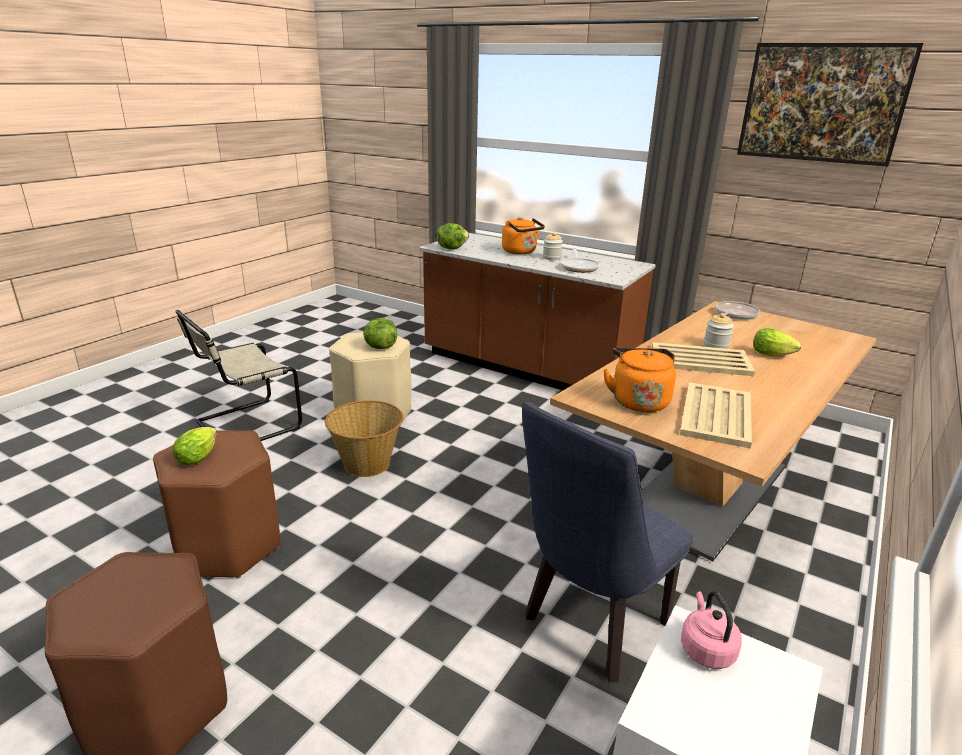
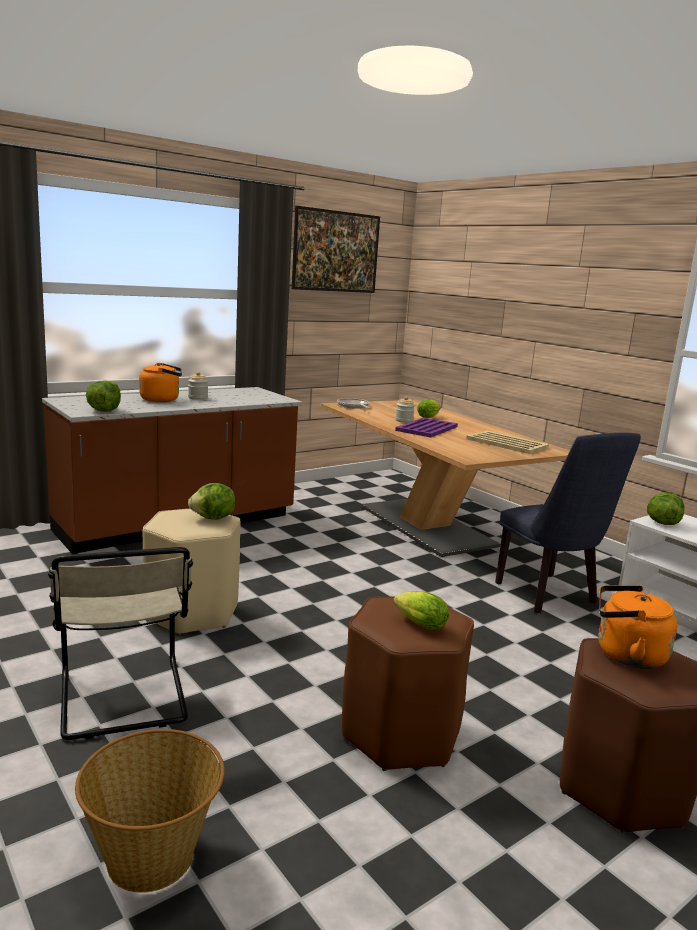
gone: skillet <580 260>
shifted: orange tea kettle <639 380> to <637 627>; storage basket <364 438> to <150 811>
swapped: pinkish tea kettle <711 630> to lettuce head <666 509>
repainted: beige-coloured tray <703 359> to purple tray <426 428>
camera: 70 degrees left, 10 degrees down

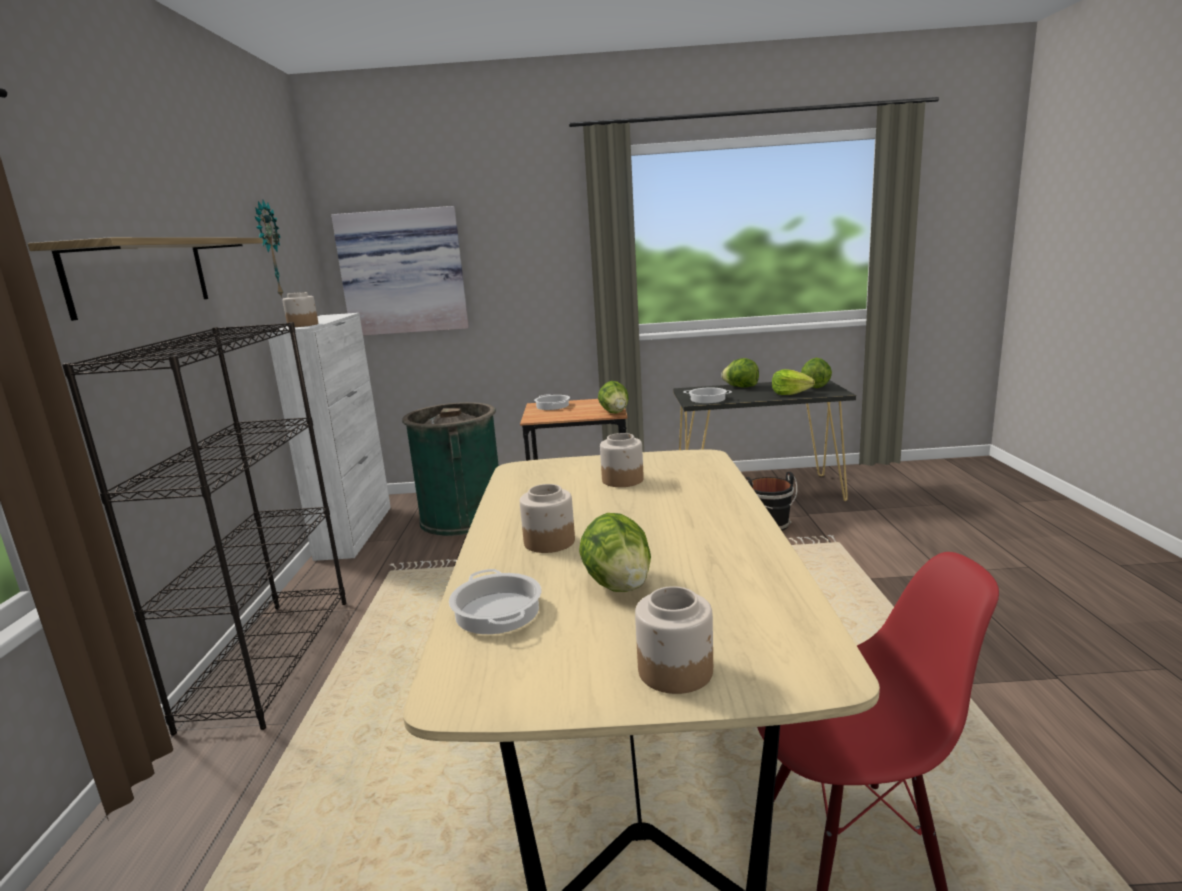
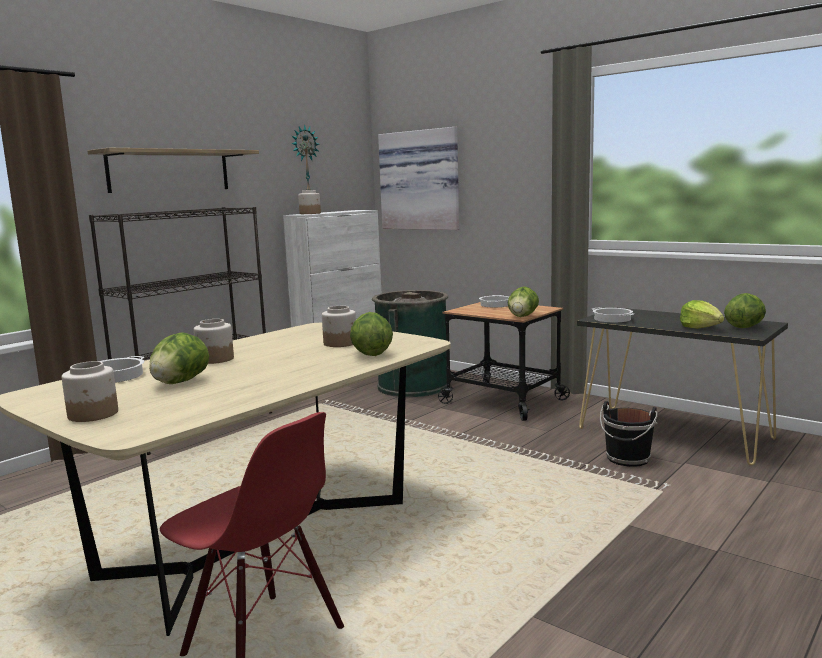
shifted: lettuce head <740 373> to <371 334>
camera: 40 degrees right, 5 degrees down

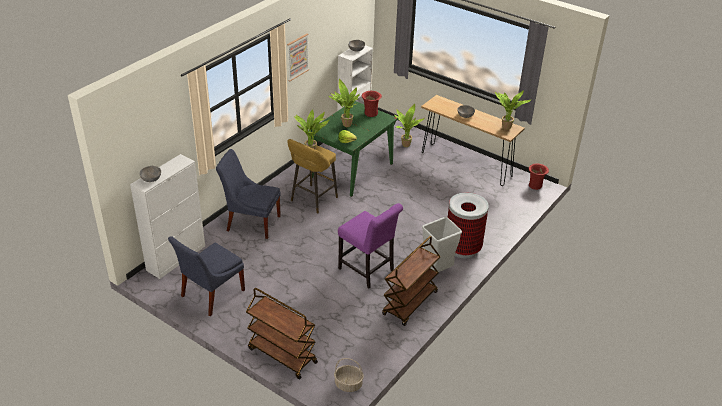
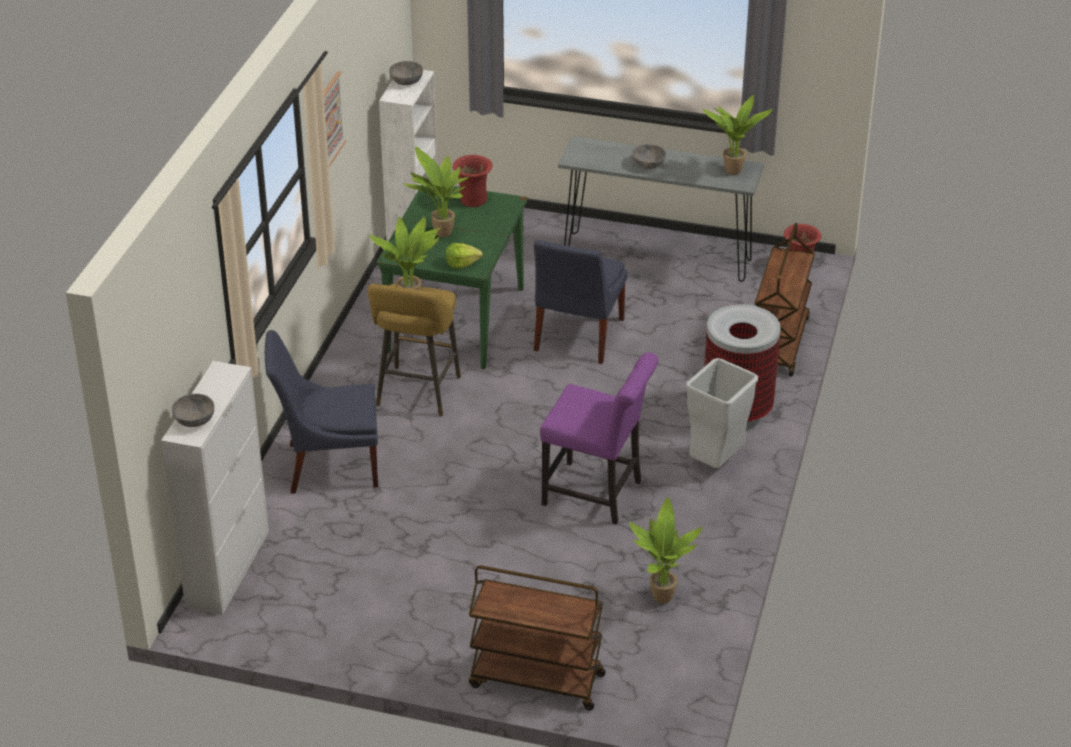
gone: storage basket <349 375>
shifted: potted plant <409 125> to <665 550>; blue upright chair <206 276> to <581 302>; brownish cart <411 281> to <785 300>
repainted: brownish narrow table <473 140> to greyish narrow table <661 209>
camera: 20 degrees left, 0 degrees up

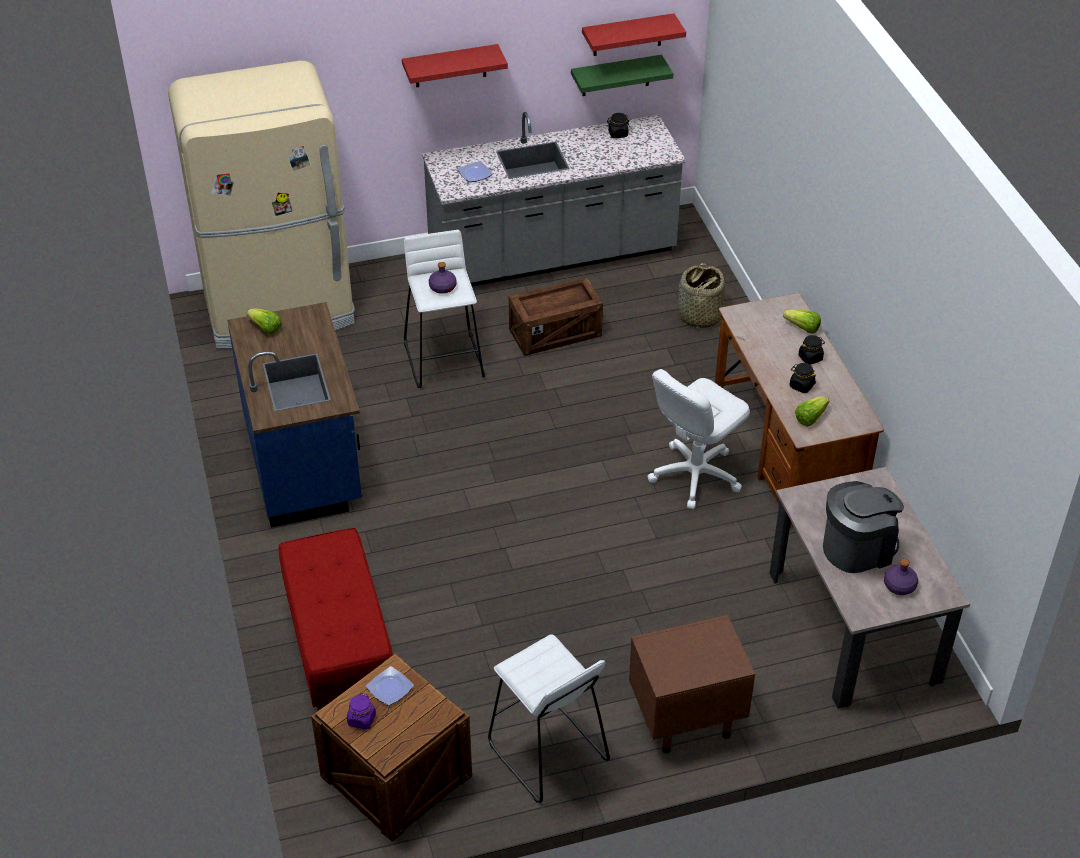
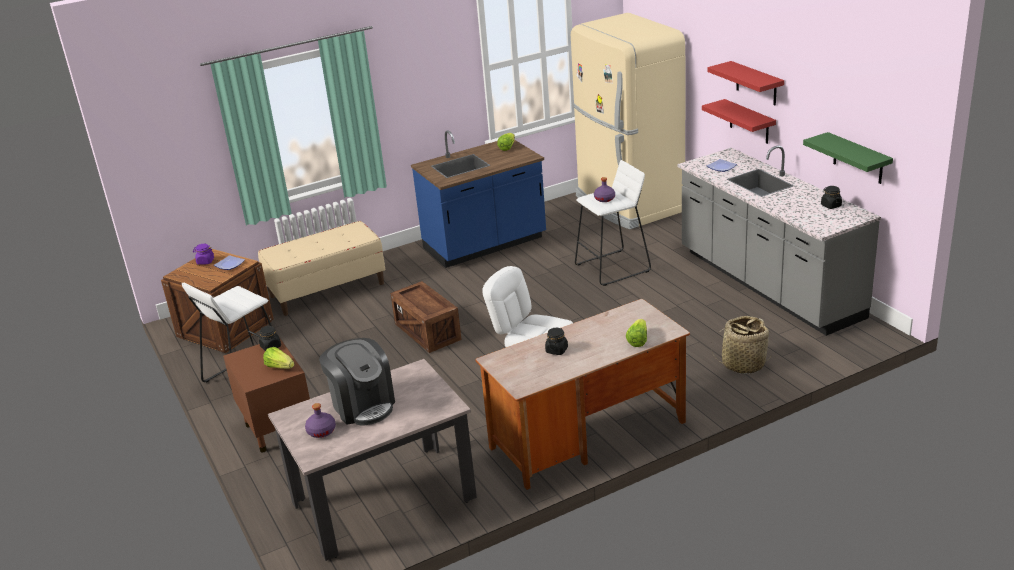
shifted: red wall shelf <634 34> to <739 121>; crate <556 316> to <426 317>; blackish preserve jar <811 350> to <270 338>; lettuce head <812 411> to <278 358>
repainted: red bench <336 619> to beige-coloured bench <321 268>
camera: 80 degrees right, 15 degrees down

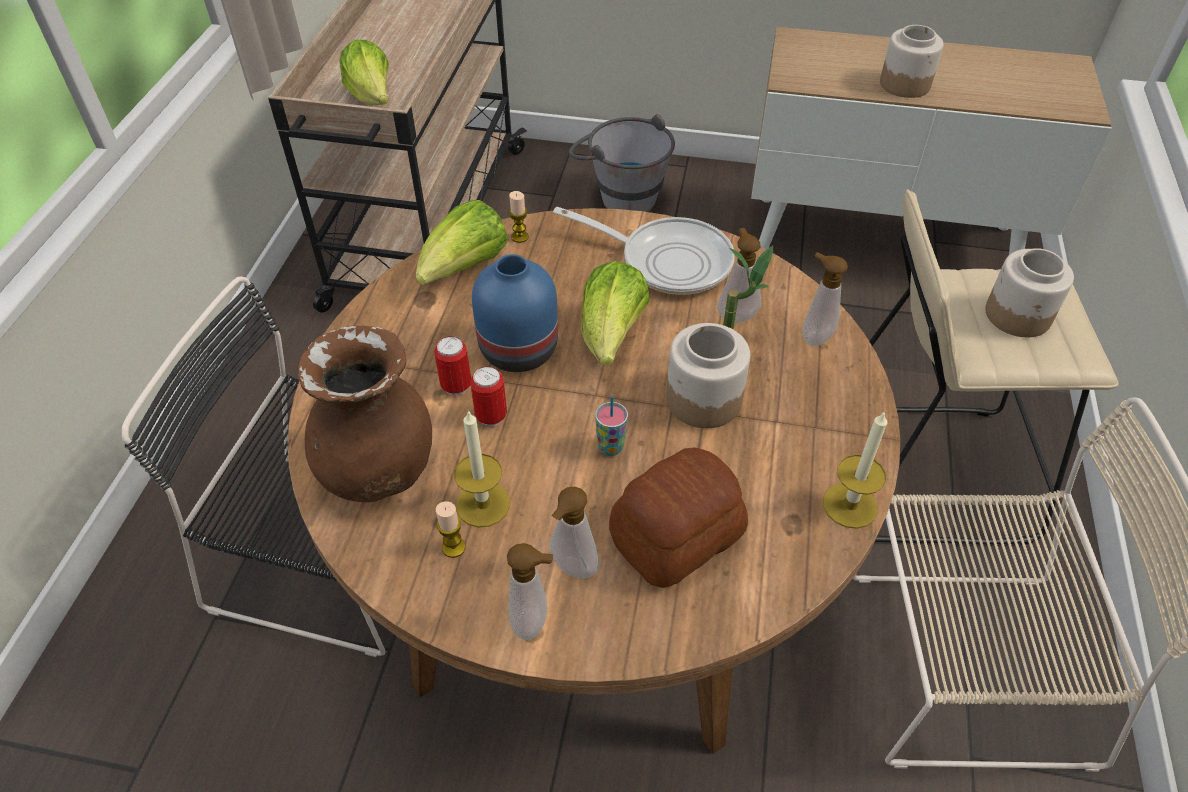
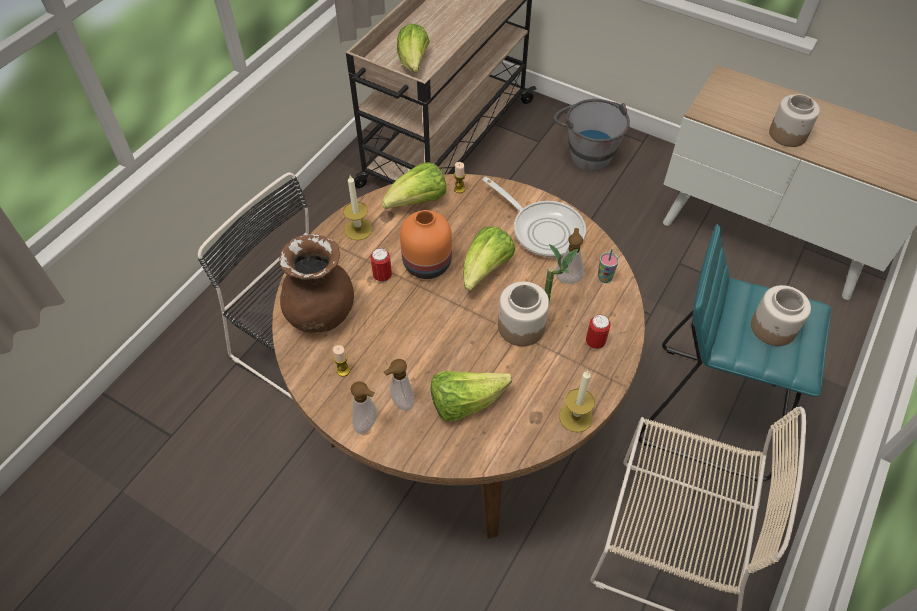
gone: soap bottle <825 299>
shifted: metal can <488 396> to <598 332>; cup <611 426> to <608 266>; candle <482 468> to <358 208>
swapped: bakery bread <678 518> to lettuce head <471 396>
repainted: beige-coloured sitting stool <994 367> to blue-green sitting stool <735 353>; blue vase <515 313> to orange vase <426 244>
camera: 20 degrees right, 5 degrees up

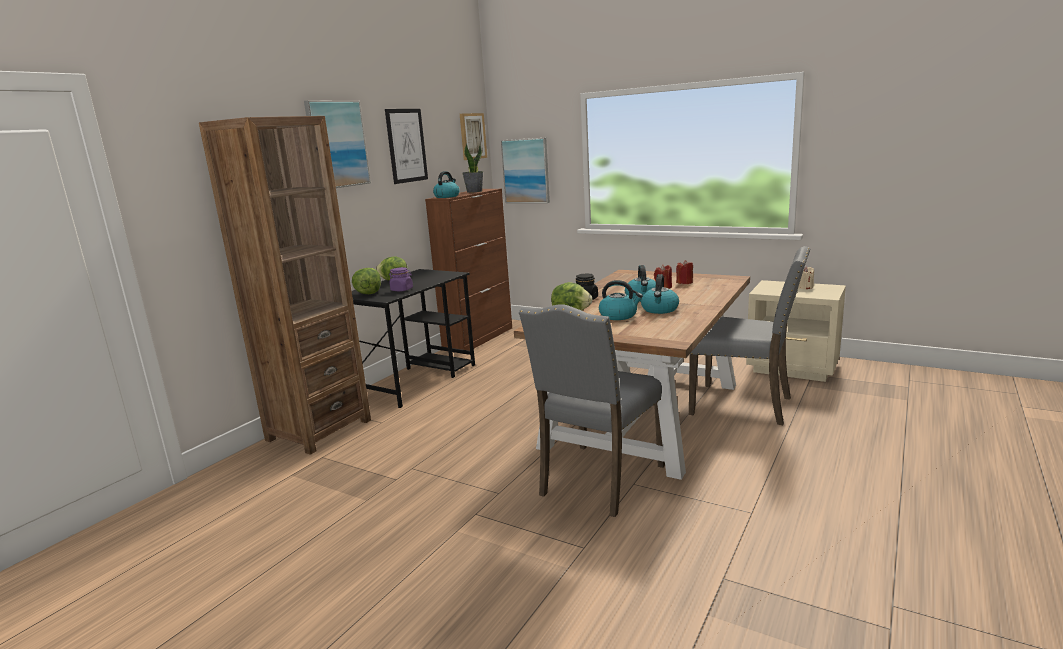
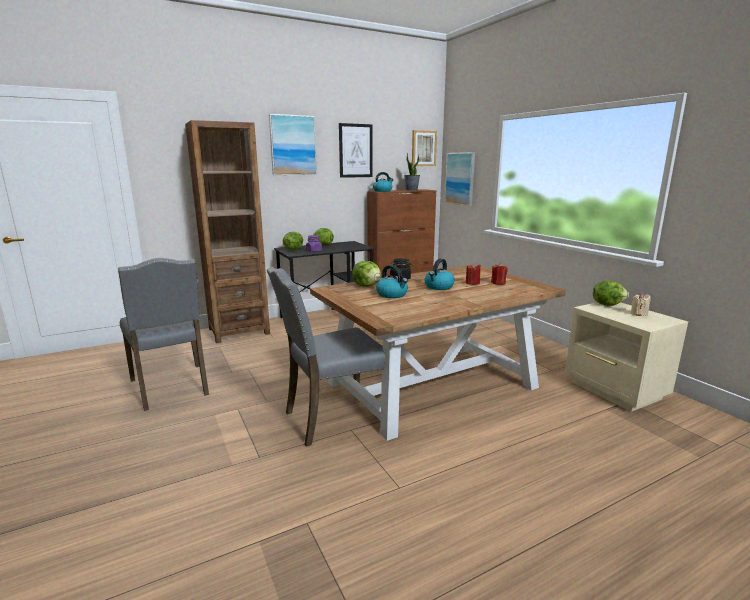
gone: tea kettle <660 294>
new: lettuce head <611 293>
shifted: greyish upright chair <749 335> to <163 334>
camera: 30 degrees right, 0 degrees up

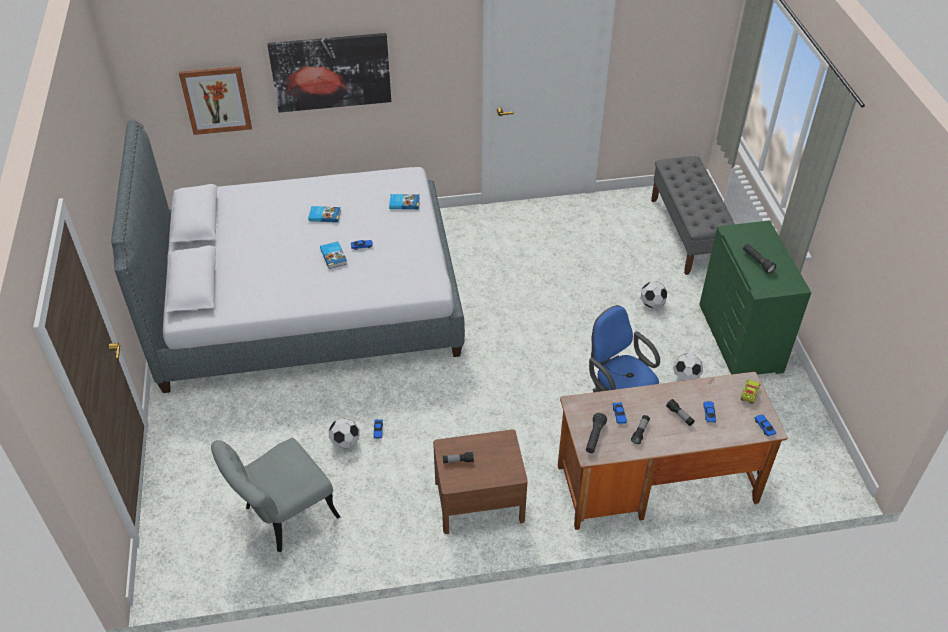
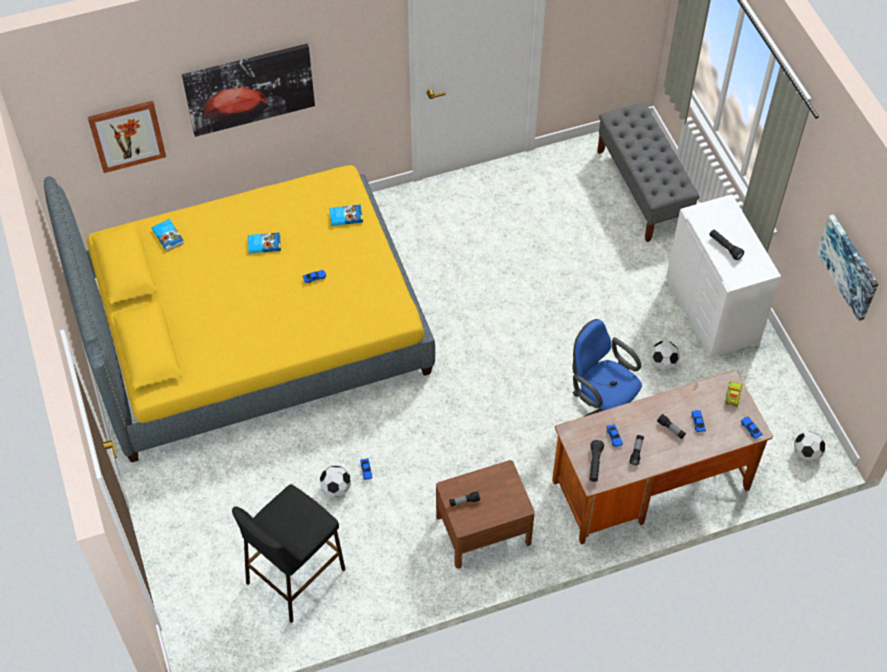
new: picture <847 267>
shifted: bound book <333 255> to <168 235>; football <654 294> to <809 446>
swapped: greyish upright chair <275 495> to blackish sitting stool <289 553>
repainted: greyish bed <288 256> to yellow-coloured bed <239 314>; green dresser <755 297> to white-coloured dresser <723 276>
camera: 10 degrees left, 10 degrees up

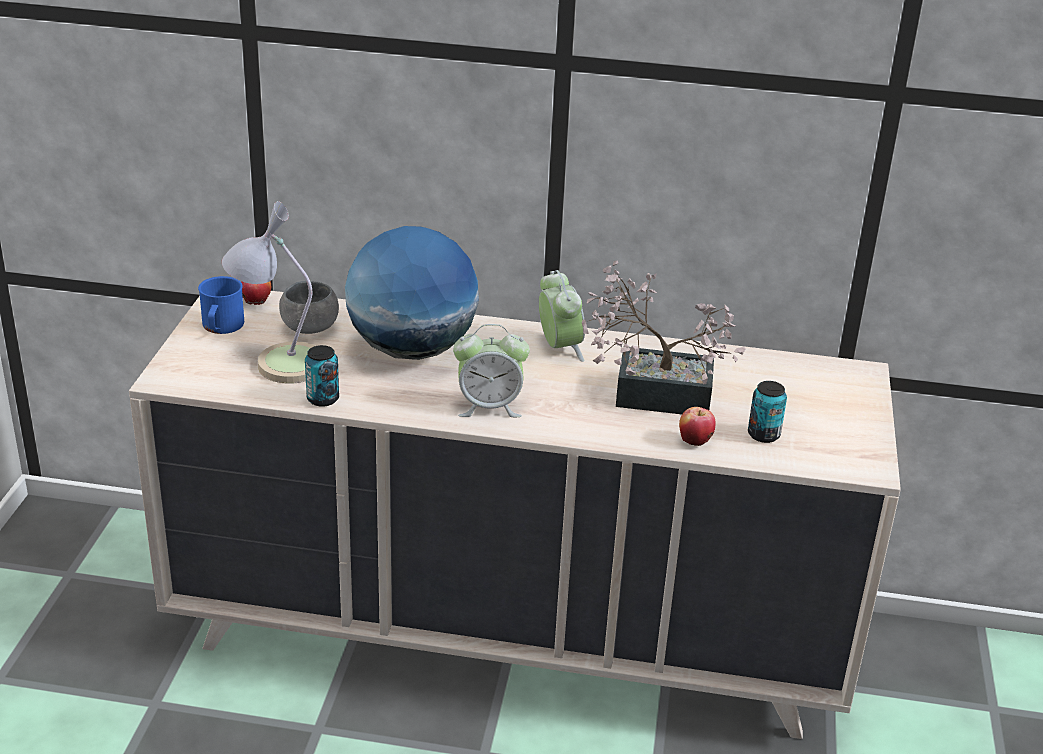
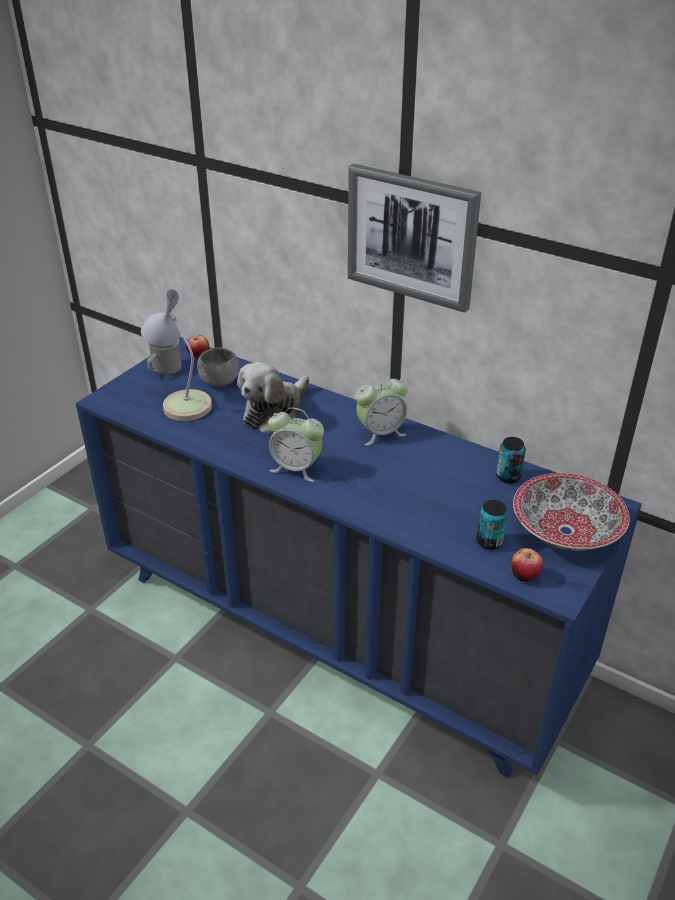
gone: potted plant <664 337>
new: picture <414 238>; deep dish <571 512>
shifted: metal can <322 376> to <511 460>; apple <697 426> to <527 565>
swapped: desk globe <412 293> to soft toy <273 398>
repainted: blue coffee mug <221 305> to greyish coffee mug <164 357>; beige-coloured dresser <515 515> to blue dresser <359 557>
rotated: bedside clock <562 316> = <381 410> 60 degrees clockwise
camera: 25 degrees right, 5 degrees up

